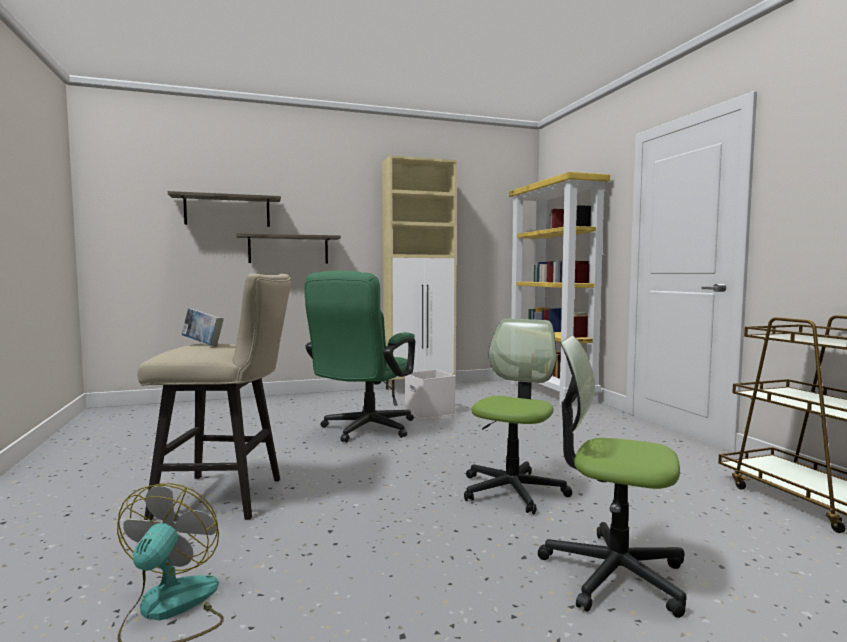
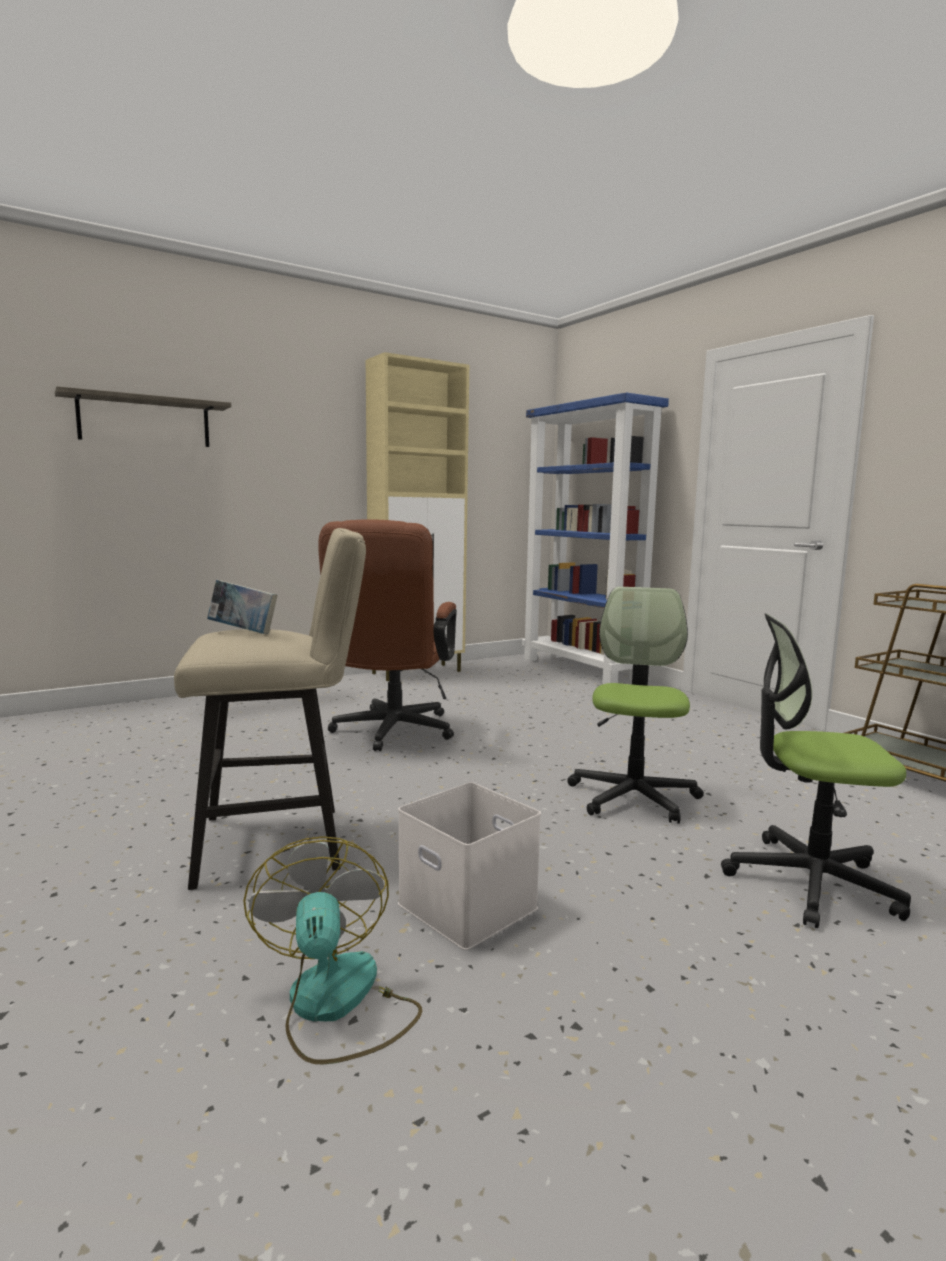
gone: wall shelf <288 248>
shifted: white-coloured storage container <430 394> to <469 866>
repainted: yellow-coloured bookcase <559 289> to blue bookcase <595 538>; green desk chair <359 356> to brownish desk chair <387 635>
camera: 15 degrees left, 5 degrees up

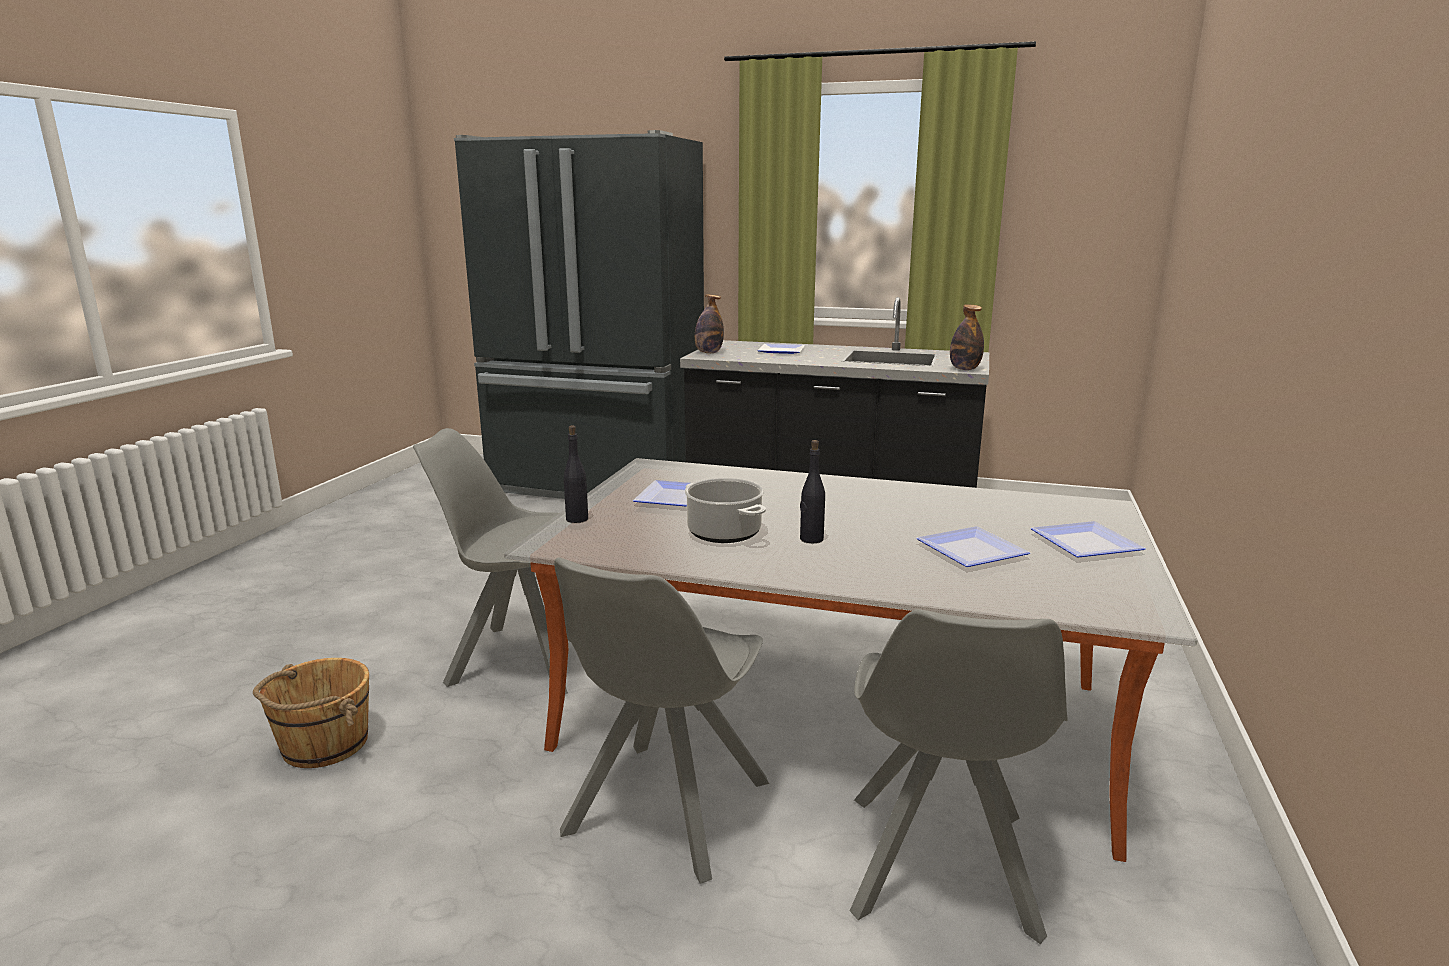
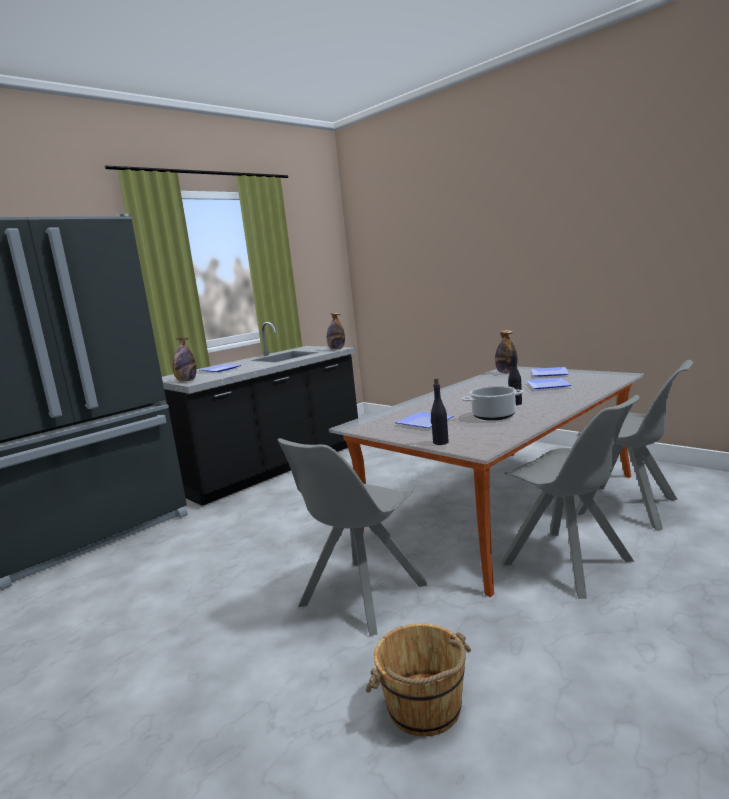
new: drink bottle <506 352>
camera: 60 degrees left, 5 degrees down

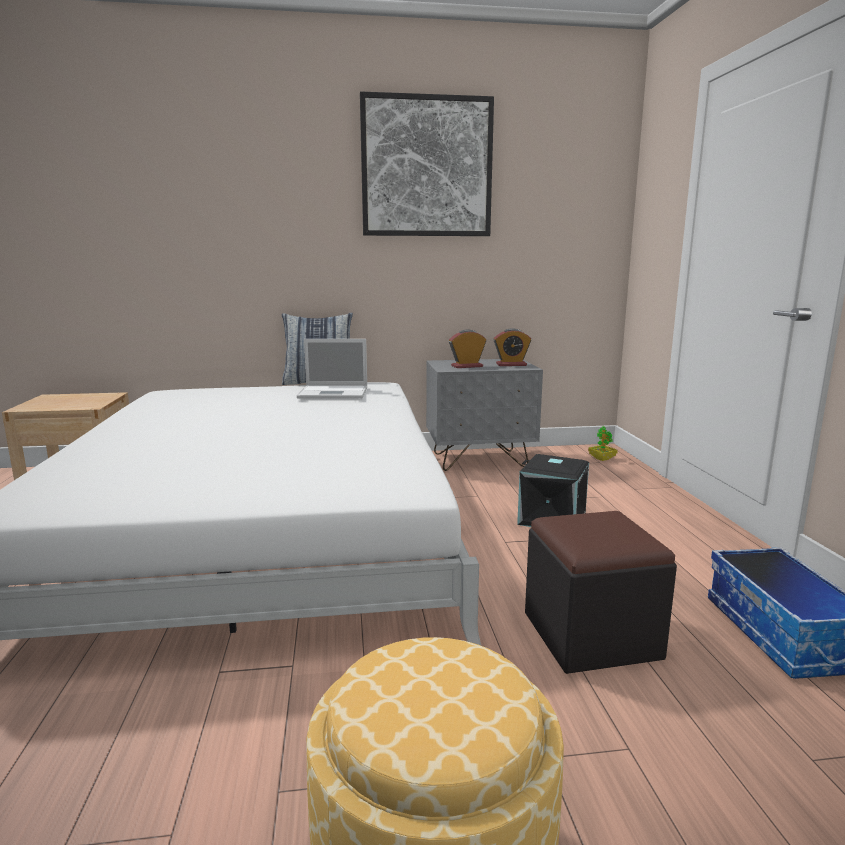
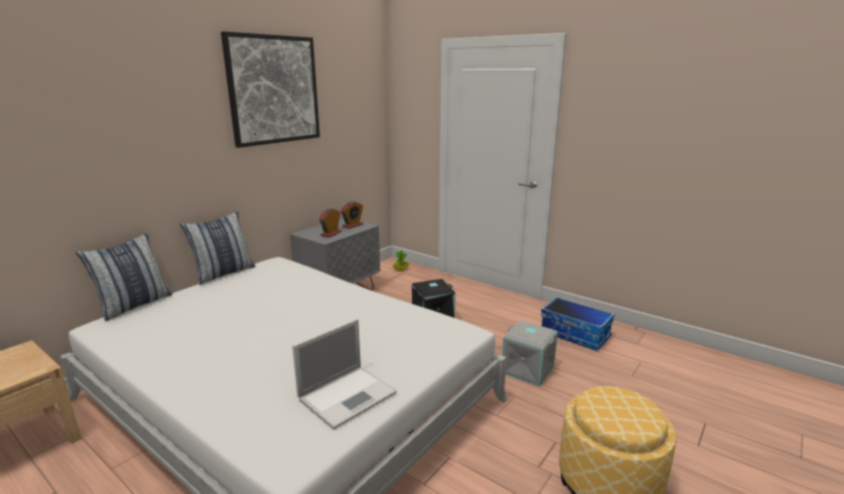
new: cushion <124 276>
shifted: notebook computer <332 369> to <344 374>
swapped: blackish footrest <601 592> to greyish storage container <530 353>
camera: 45 degrees left, 5 degrees up

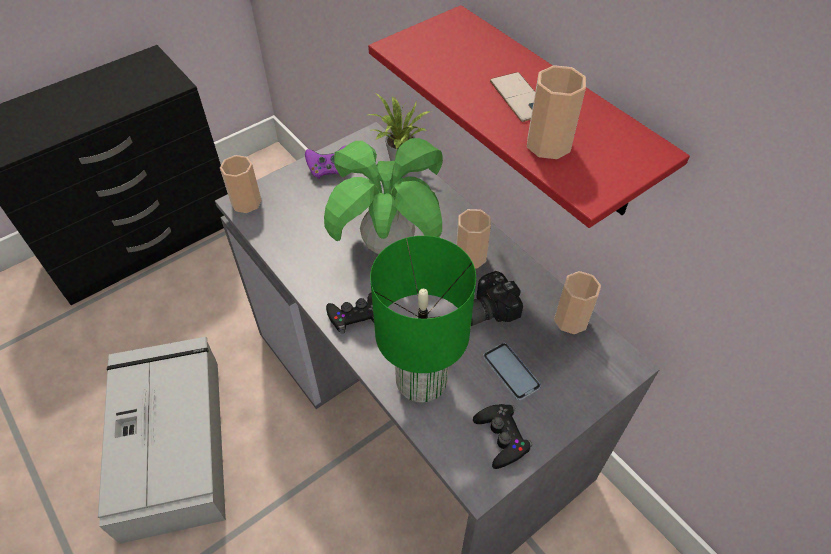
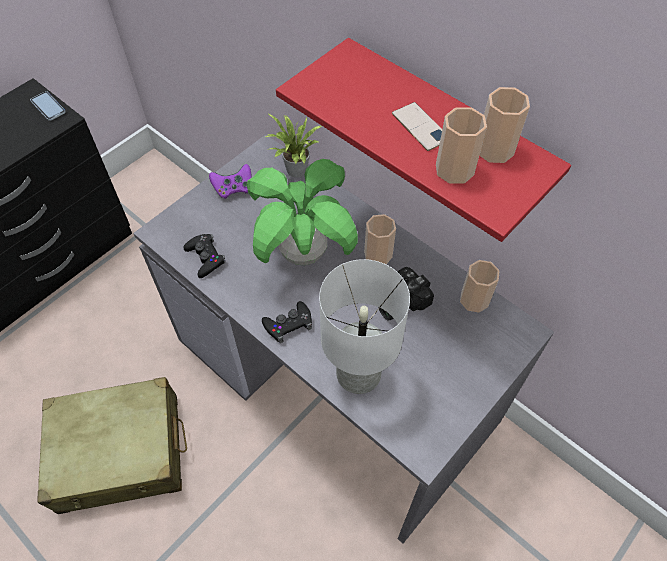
shifted: cup <241 184> to <504 125>; phone <512 371> to <48 106>; blackish joypad <502 436> to <204 256>
swapped: greyish storage container <162 440> to beige-coloured piece of luggage <112 445>
repainted: green lamp for a table <423 319> to white-coloured lamp for a table <364 326>
camera: 10 degrees left, 5 degrees up

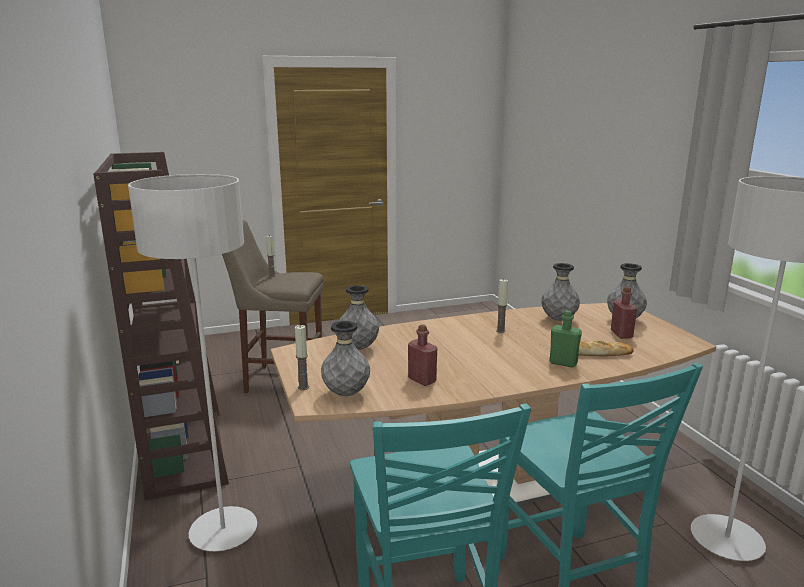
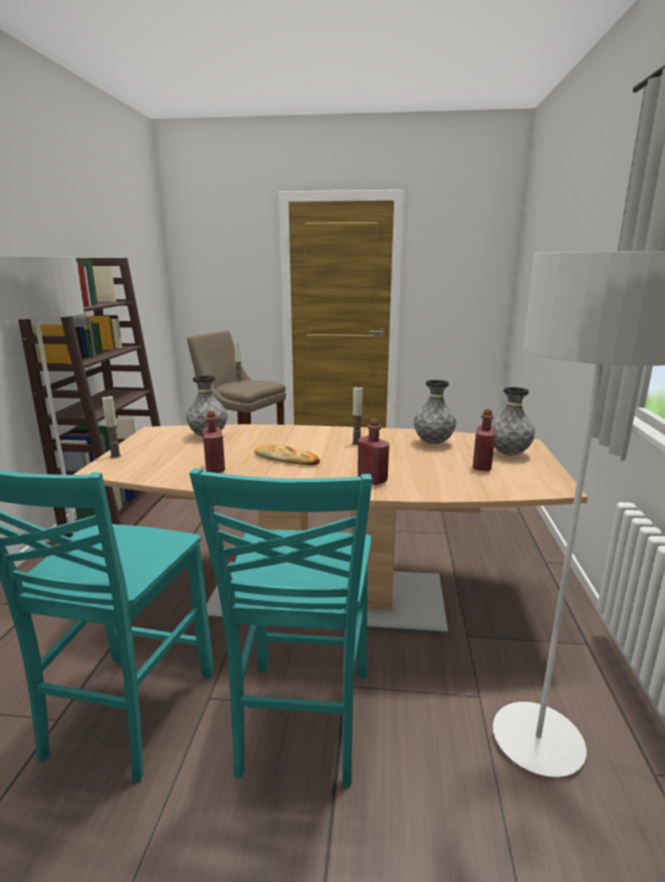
gone: greyish vase <345 358>
shifted: bakery bread <606 348> to <287 455>
repainted: green drink bottle <565 338> to red drink bottle <373 452>
camera: 25 degrees right, 0 degrees up

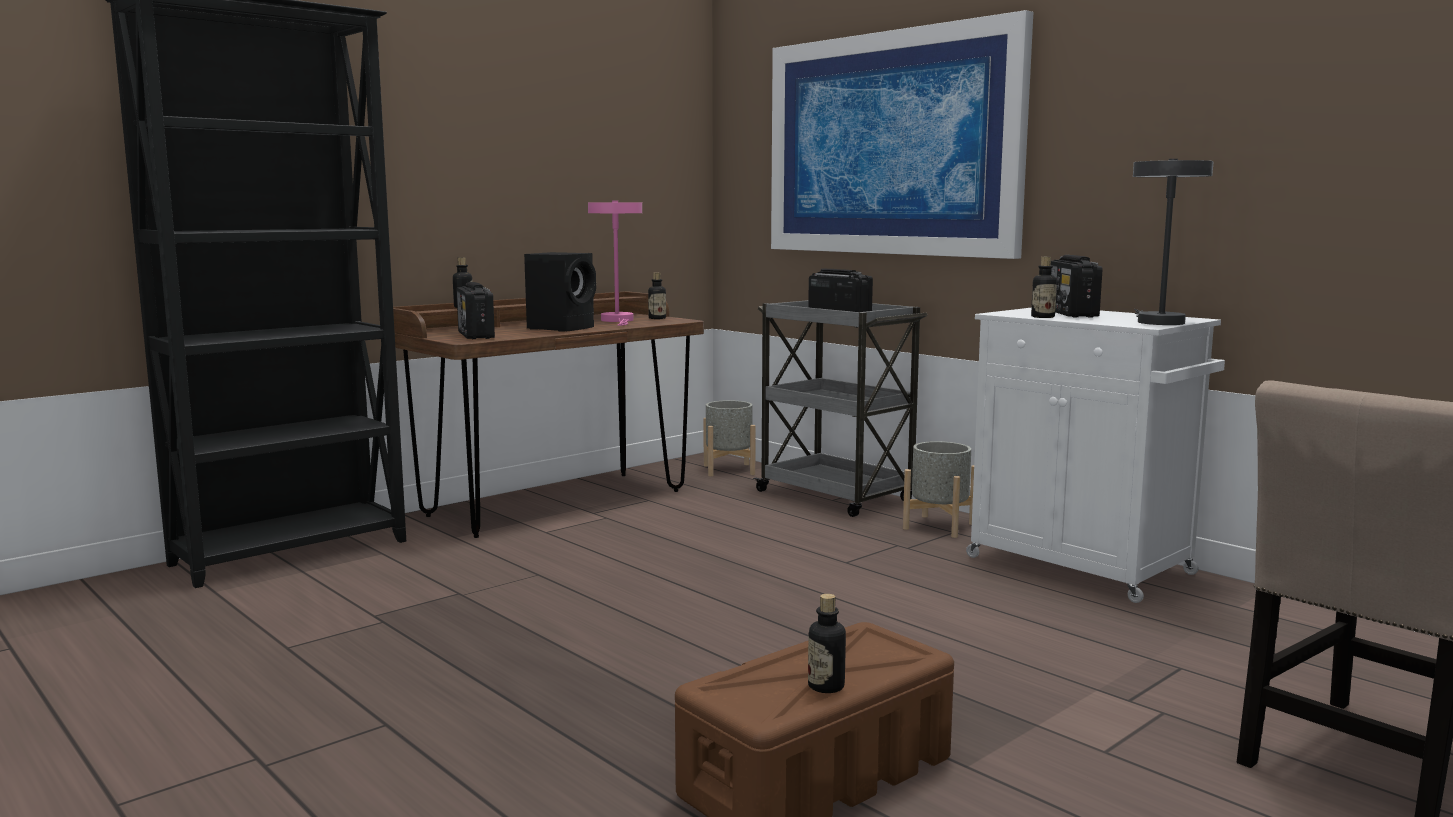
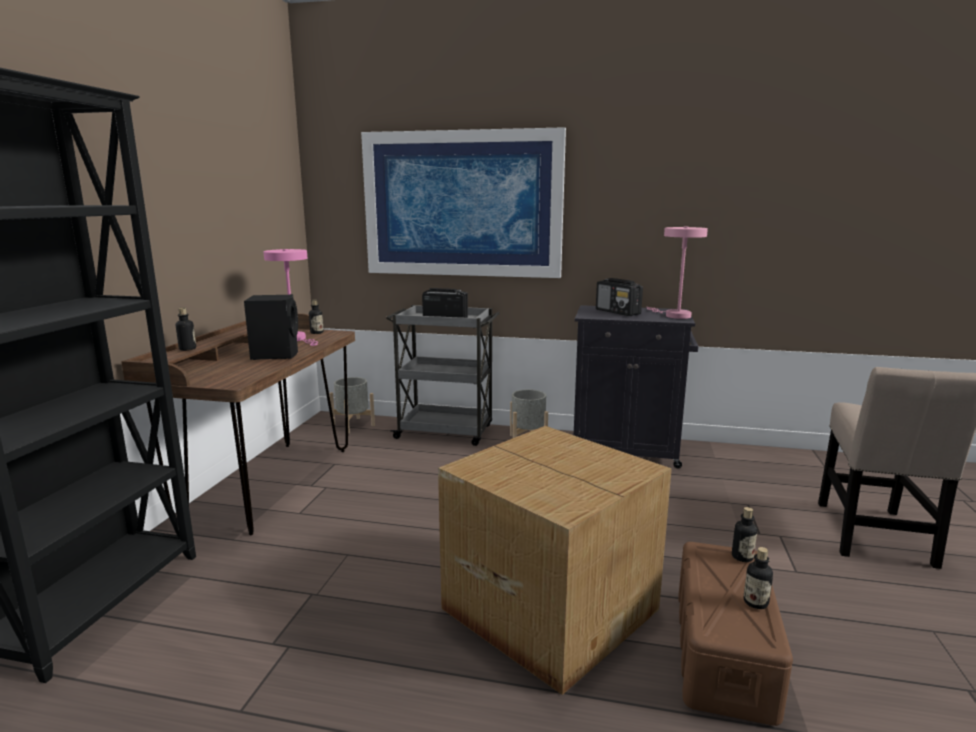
gone: radio set <475 310>
new: cardboard box <555 560>
shifted: drink bottle <1044 287> to <744 534>
repainted: greyish lamp for a table <1173 242> to pinkish lamp for a table <677 272>; white-coloured cabinet <1095 455> to blackish cabinet <636 386>
camera: 35 degrees left, 5 degrees up

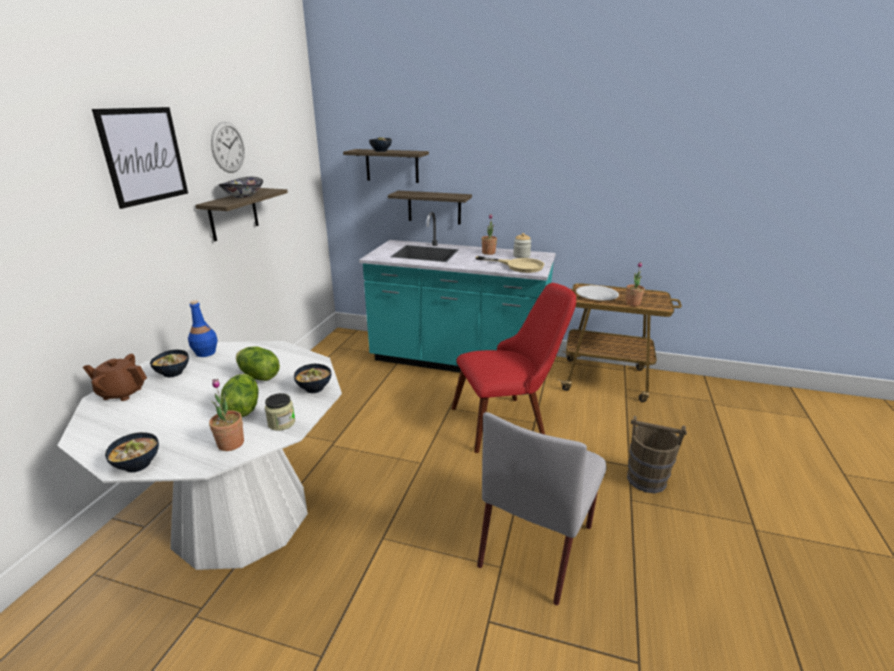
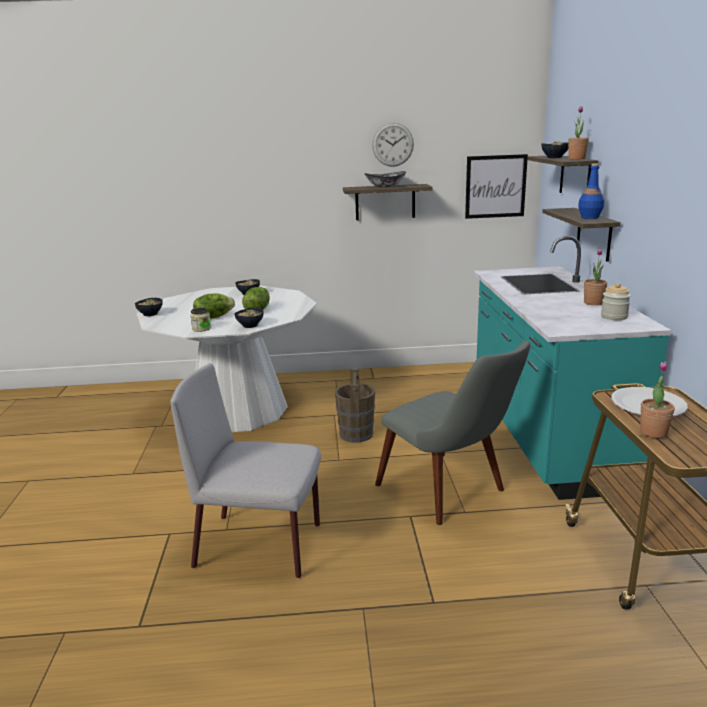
gone: beige-coloured skillet <510 264>; brownish tea pot <115 377>
shifted: picture <140 158> to <496 186>; blue drink bottle <203 328> to <591 191>; potted plant <226 415> to <578 132>; brownish bucket <657 454> to <355 406>
repainted: red upright chair <514 368> to greyish upright chair <453 433>
camera: 70 degrees right, 5 degrees down

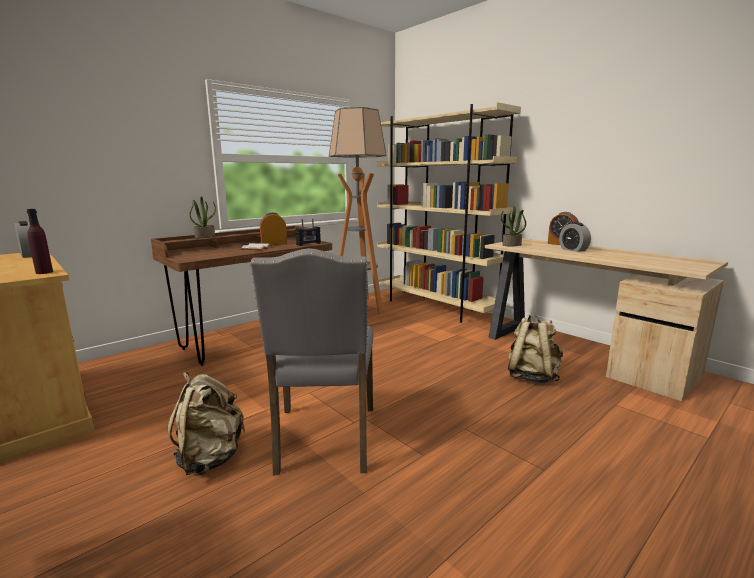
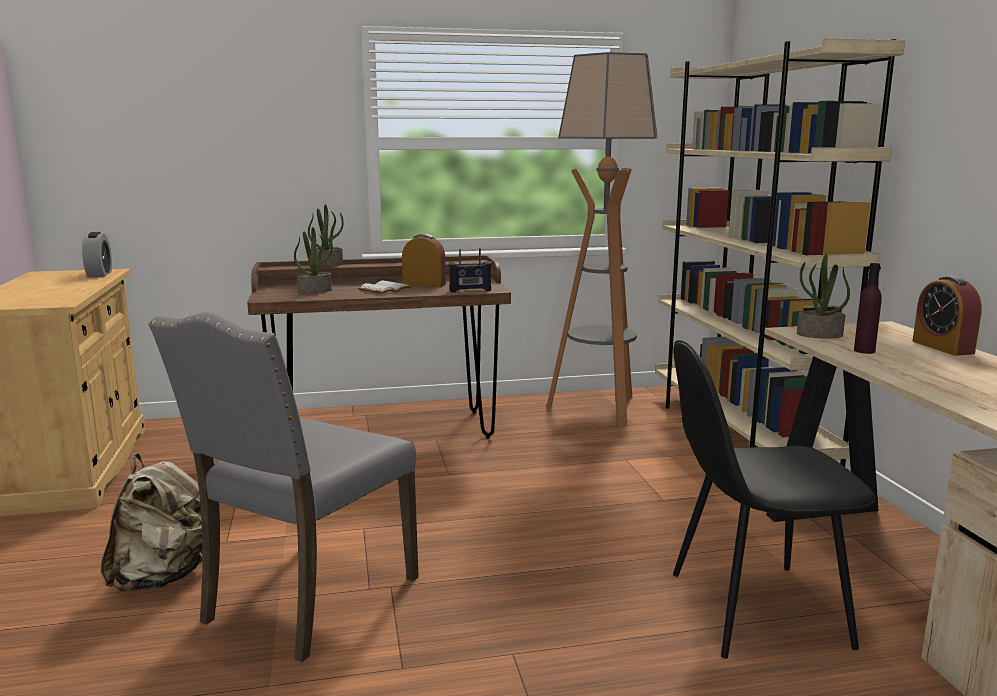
gone: bedside clock <575 237>
new: potted plant <313 260>
shifted: purple drink bottle <40 241> to <868 308>
swapped: beige-coloured backpack <535 348> to blackish upright chair <774 499>
camera: 30 degrees right, 0 degrees up

